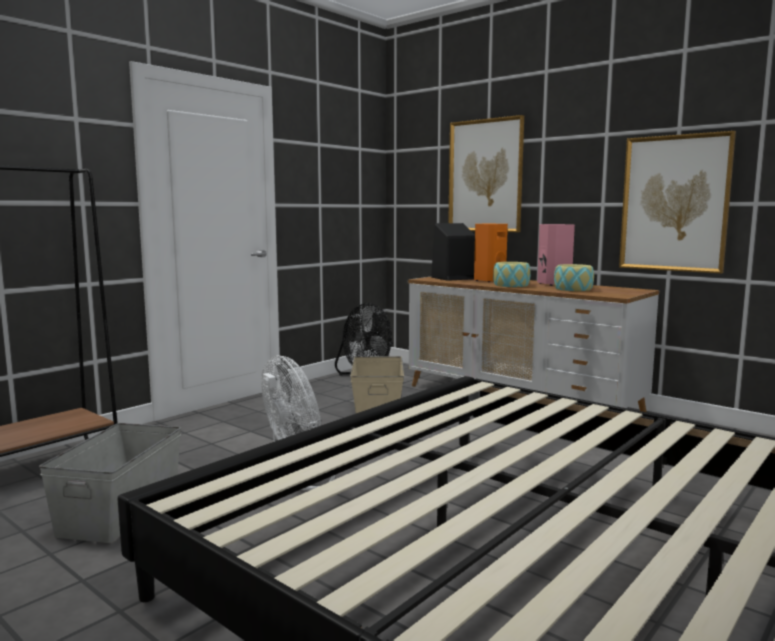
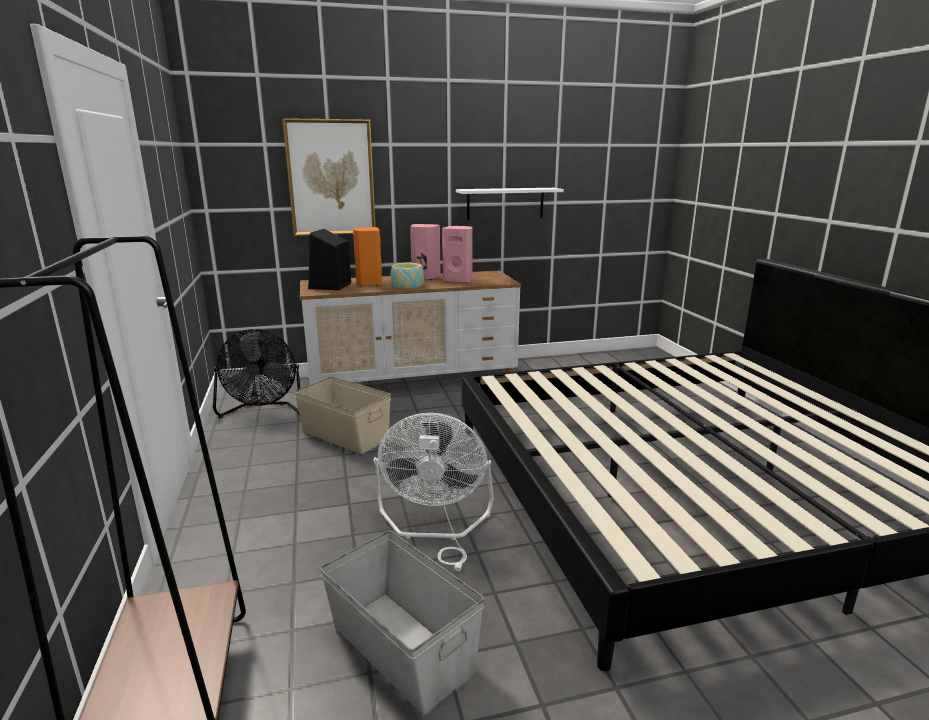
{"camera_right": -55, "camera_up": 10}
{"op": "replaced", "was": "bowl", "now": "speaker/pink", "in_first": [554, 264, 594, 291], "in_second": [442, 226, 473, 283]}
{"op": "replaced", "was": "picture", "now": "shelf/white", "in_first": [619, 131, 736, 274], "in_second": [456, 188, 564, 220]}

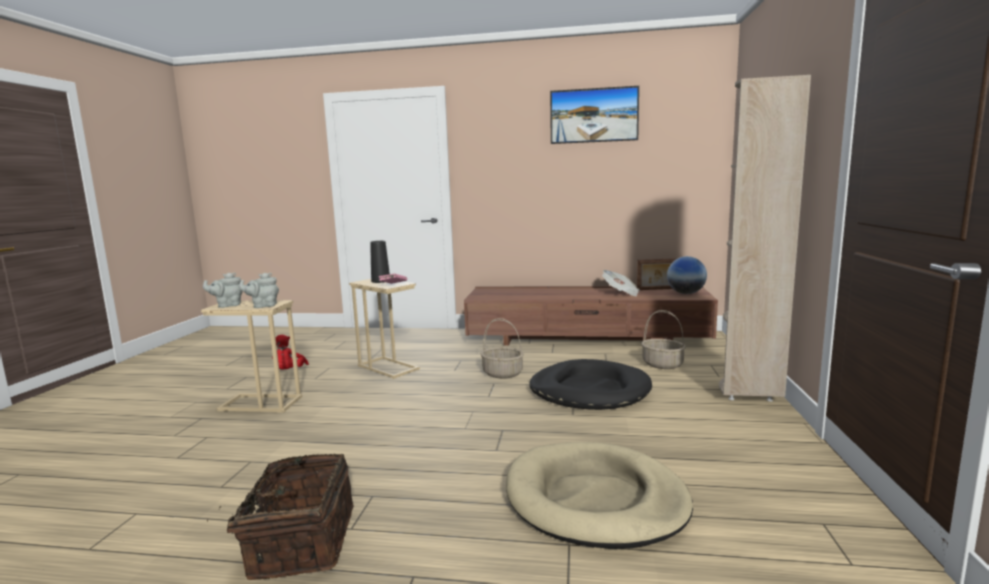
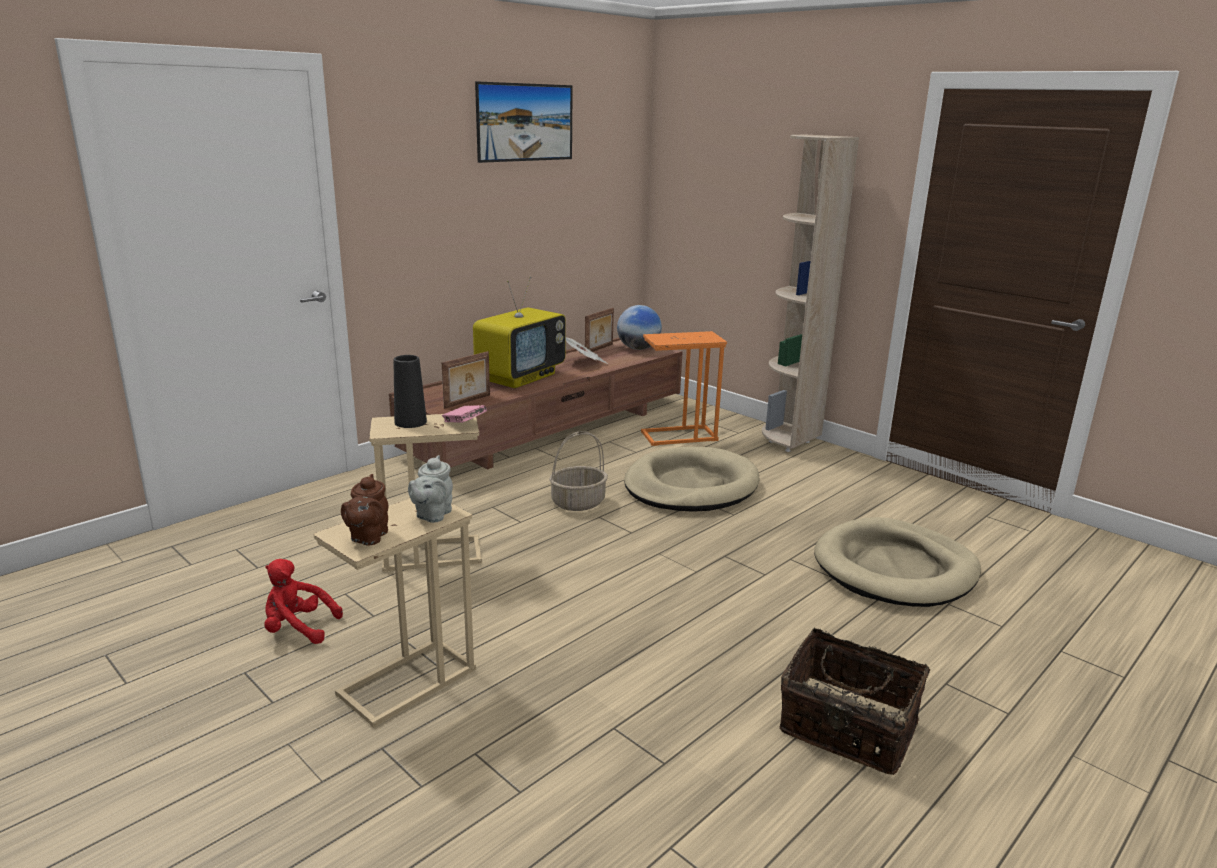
{"camera_right": -55, "camera_up": 10}
{"op": "recoloured", "was": "teapot/grey", "now": "teapot/brown", "in_first": [203, 273, 243, 308], "in_second": [341, 474, 388, 546]}
{"op": "turned", "was": "plush toy/red", "in_first": [272, 335, 309, 370], "in_second": [264, 559, 343, 644], "clockwise": 150}
{"op": "recoloured", "was": "dog bed/black", "now": "dog bed/beige", "in_first": [529, 359, 652, 410], "in_second": [624, 447, 759, 512]}
{"op": "replaced", "was": "basket", "now": "side table/orange", "in_first": [641, 310, 686, 369], "in_second": [641, 331, 727, 446]}
{"op": "added", "now": "picture frame", "in_second": [442, 351, 490, 409]}
{"op": "added", "now": "television", "in_second": [473, 277, 566, 388]}

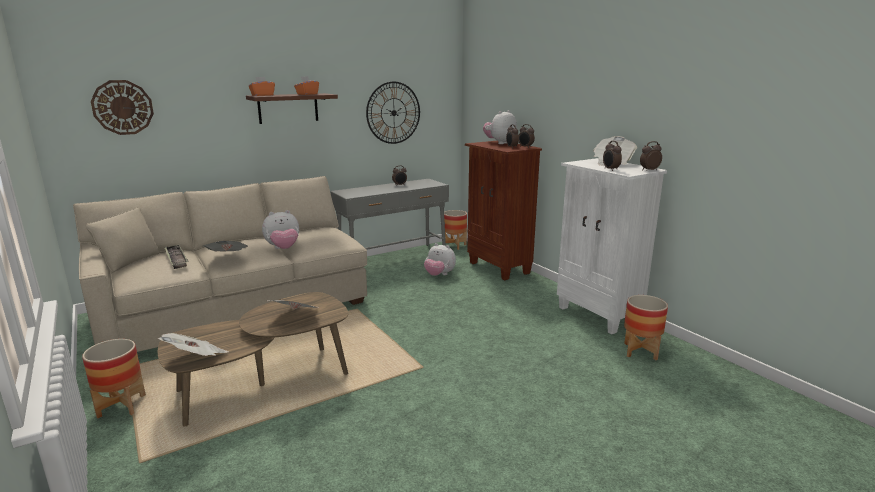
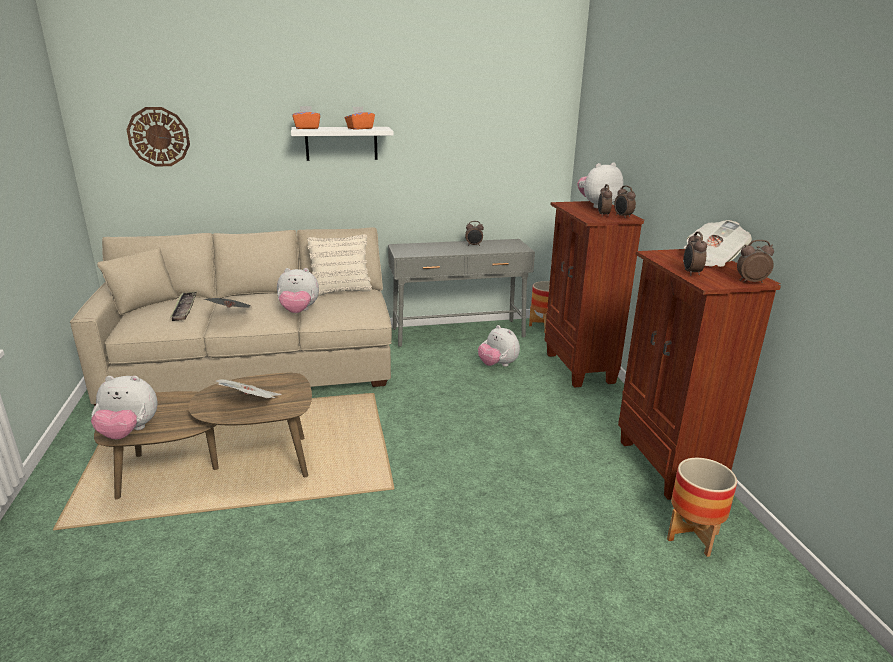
{"camera_right": 20, "camera_up": 5}
{"op": "removed", "was": "planter", "in_first": [82, 339, 146, 418]}
{"op": "replaced", "was": "newspaper", "now": "plush toy", "in_first": [158, 333, 229, 356], "in_second": [91, 376, 157, 440]}
{"op": "recoloured", "was": "shelf/brown", "now": "shelf/white", "in_first": [246, 93, 338, 124], "in_second": [291, 127, 393, 161]}
{"op": "removed", "was": "wall clock", "in_first": [366, 81, 420, 144]}
{"op": "recoloured", "was": "cabinet/white", "now": "cabinet/brown", "in_first": [557, 158, 667, 334], "in_second": [618, 249, 781, 500]}
{"op": "added", "now": "pillow/beige", "in_second": [307, 234, 372, 296]}

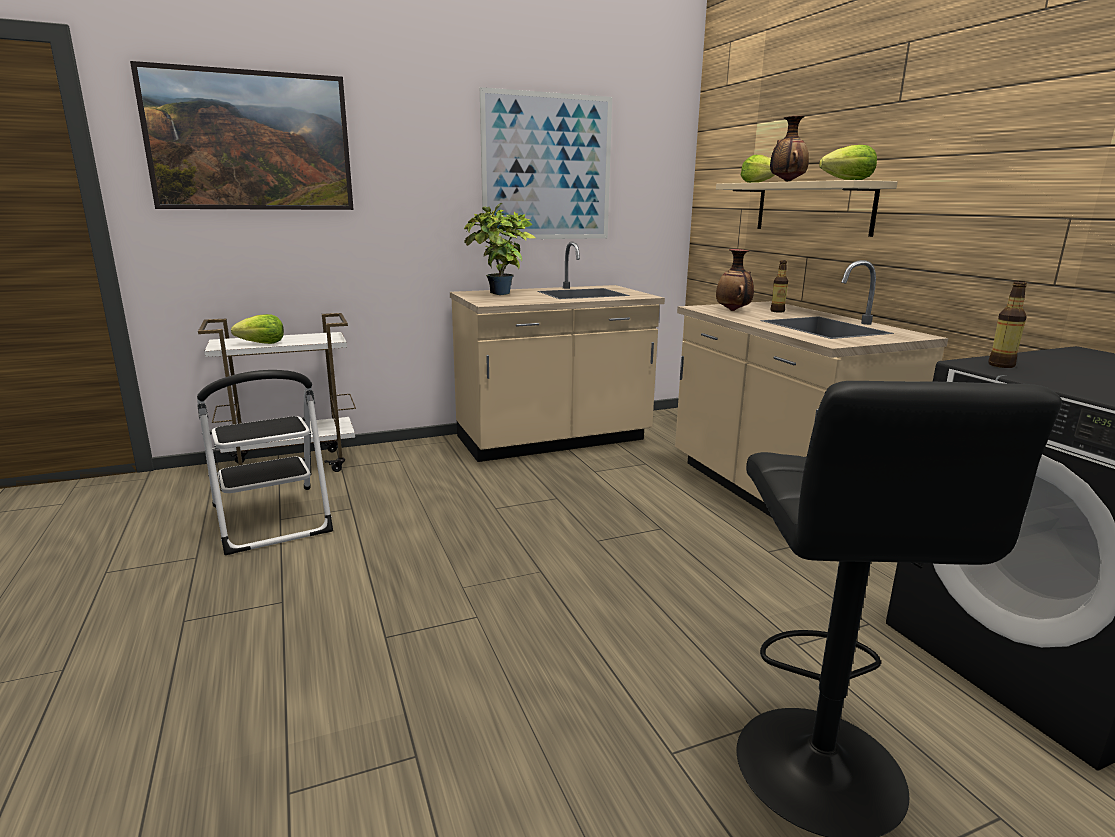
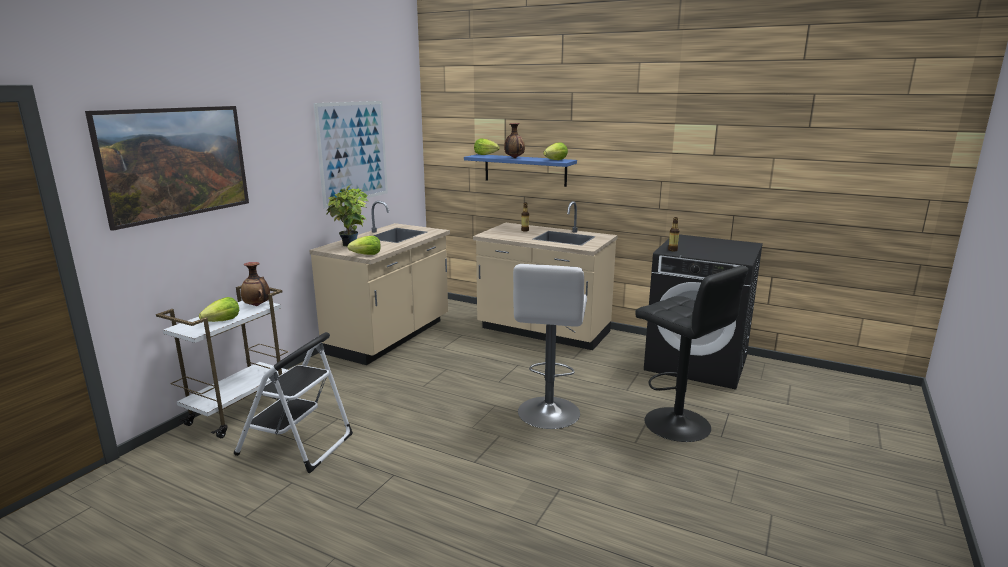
{"camera_right": -40, "camera_up": 0}
{"op": "recoloured", "was": "shelf/beige", "now": "shelf/blue", "in_first": [716, 180, 898, 237], "in_second": [464, 154, 577, 187]}
{"op": "moved", "was": "vase", "in_first": [716, 249, 754, 311], "in_second": [241, 262, 270, 306]}
{"op": "added", "now": "lettuce", "in_second": [348, 236, 381, 255]}
{"op": "added", "now": "stool/white", "in_second": [513, 264, 587, 429]}

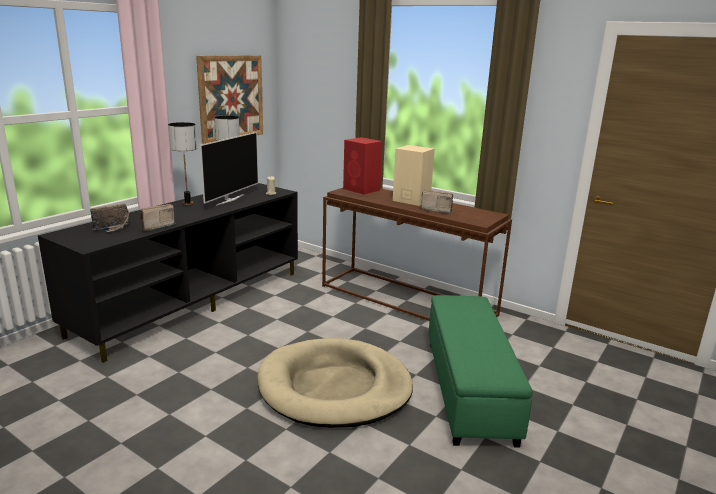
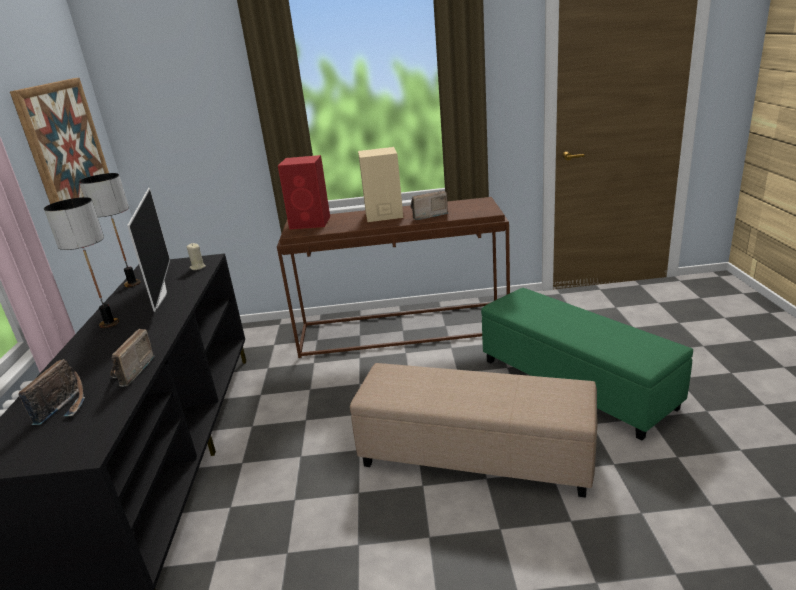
{"camera_right": -35, "camera_up": 5}
{"op": "replaced", "was": "dog bed/beige", "now": "ottoman/beige", "in_first": [257, 338, 413, 428], "in_second": [350, 363, 598, 498]}

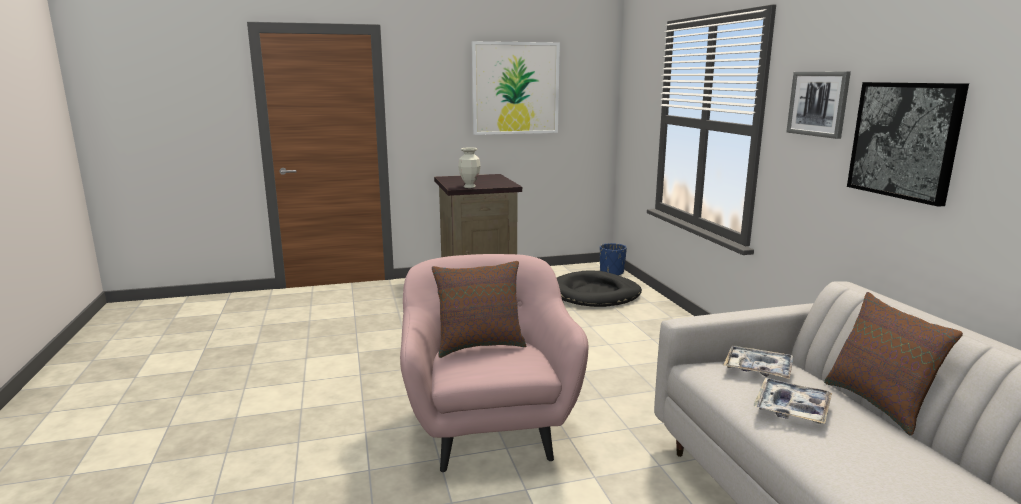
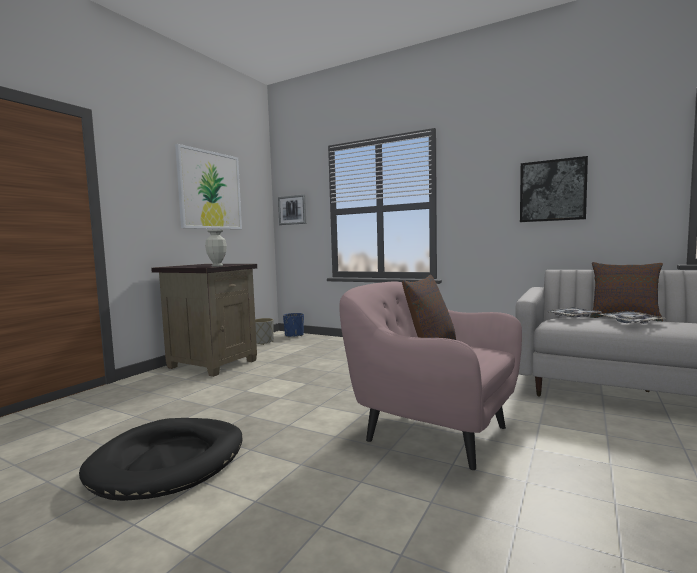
{"camera_right": -45, "camera_up": -10}
{"op": "moved", "was": "dog bed/black", "in_first": [557, 270, 642, 307], "in_second": [79, 418, 242, 501]}
{"op": "moved", "was": "picture", "in_first": [786, 71, 851, 139], "in_second": [278, 195, 306, 225]}
{"op": "added", "now": "planter/grey", "in_second": [255, 318, 274, 345]}

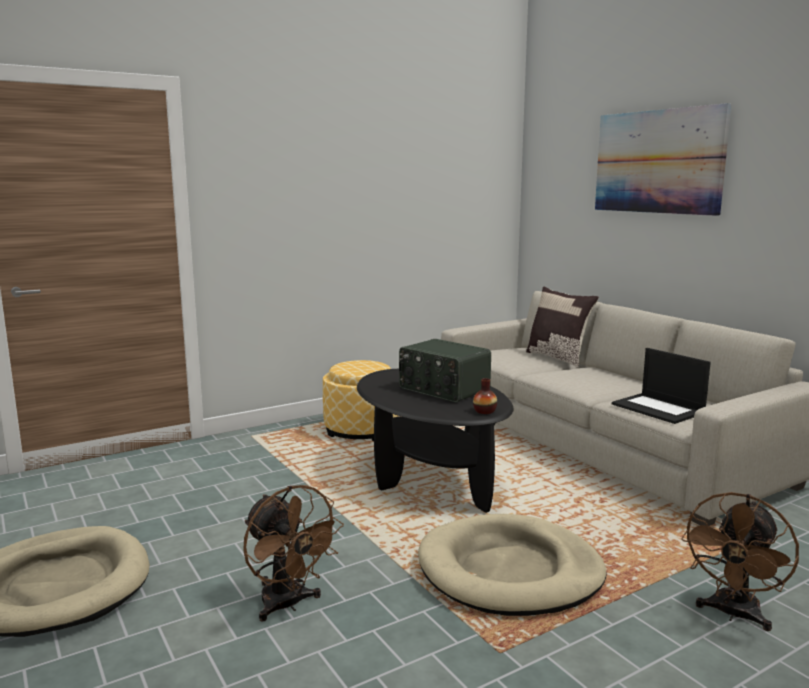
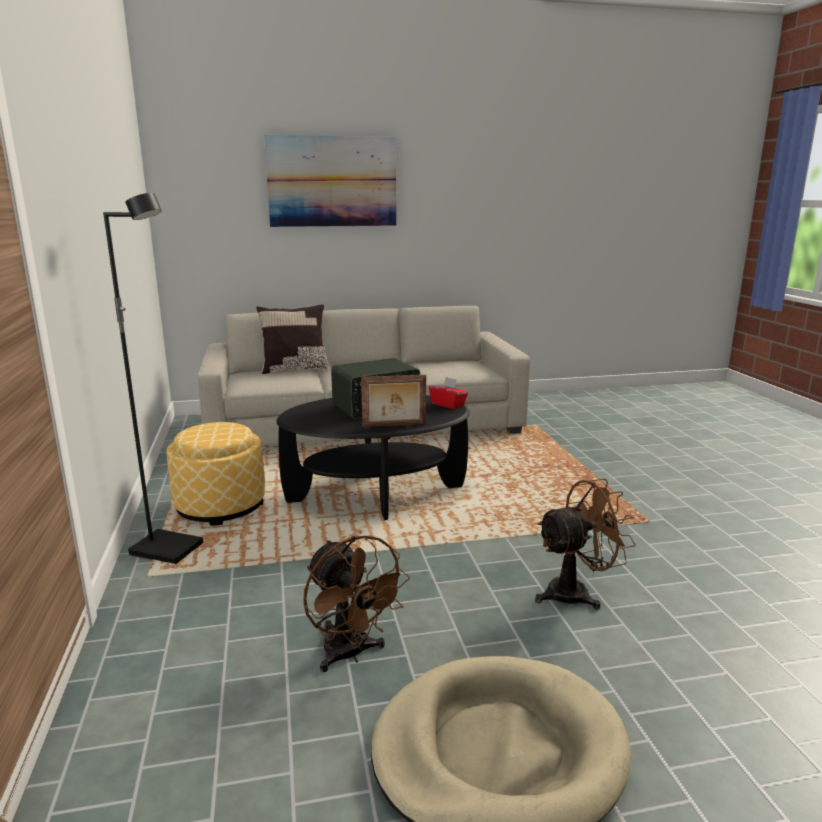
{"camera_right": -70, "camera_up": 5}
{"op": "removed", "was": "dog bed/beige", "in_first": [418, 514, 607, 616]}
{"op": "replaced", "was": "vase", "now": "tissue box/red", "in_first": [473, 378, 497, 414], "in_second": [429, 377, 468, 409]}
{"op": "removed", "was": "laptop", "in_first": [612, 348, 711, 424]}
{"op": "moved", "was": "fan/brown", "in_first": [681, 492, 799, 631], "in_second": [303, 536, 410, 672]}
{"op": "added", "now": "floor lamp/black", "in_second": [103, 193, 203, 564]}
{"op": "added", "now": "picture frame", "in_second": [361, 375, 426, 427]}

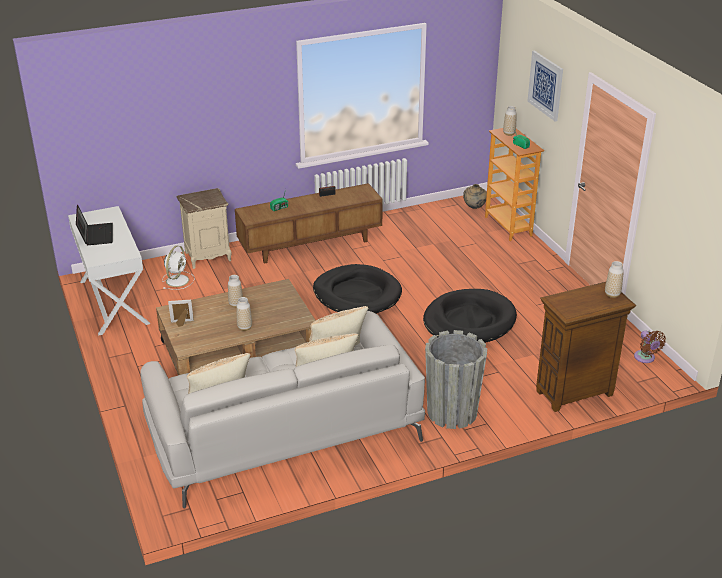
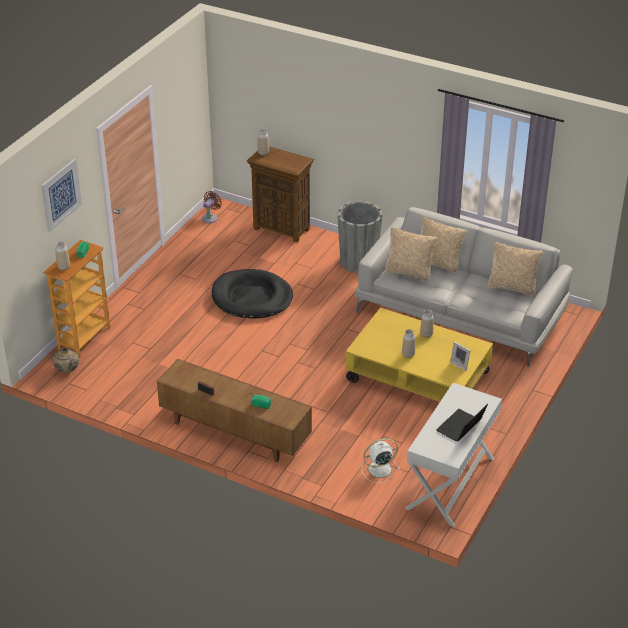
{"camera_right": -130, "camera_up": 5}
{"op": "recoloured", "was": "coffee table/brown", "now": "coffee table/yellow", "in_first": [156, 279, 316, 375], "in_second": [345, 307, 493, 402]}
{"op": "removed", "was": "nightstand/beige", "in_first": [177, 188, 232, 269]}
{"op": "removed", "was": "dog bed/black", "in_first": [313, 264, 402, 314]}

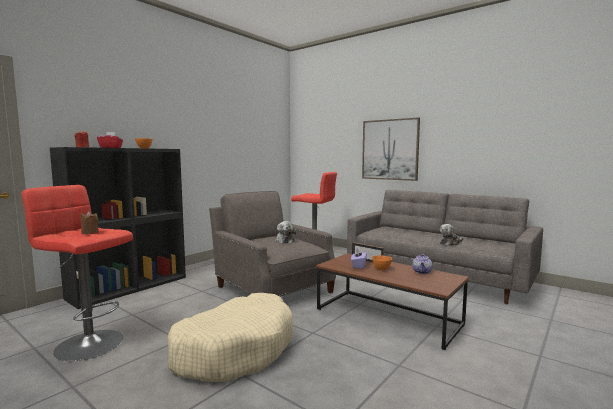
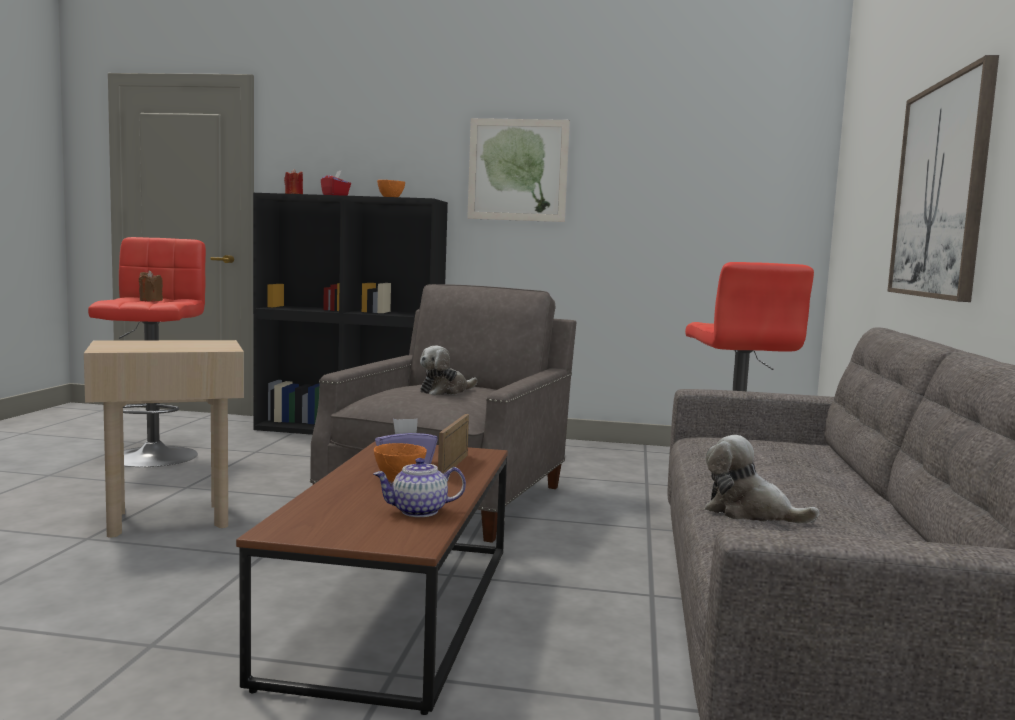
{"camera_right": 60, "camera_up": 0}
{"op": "replaced", "was": "dog bed/beige", "now": "side table/beige", "in_first": [167, 293, 293, 382], "in_second": [84, 340, 244, 538]}
{"op": "added", "now": "picture", "in_second": [467, 118, 570, 222]}

